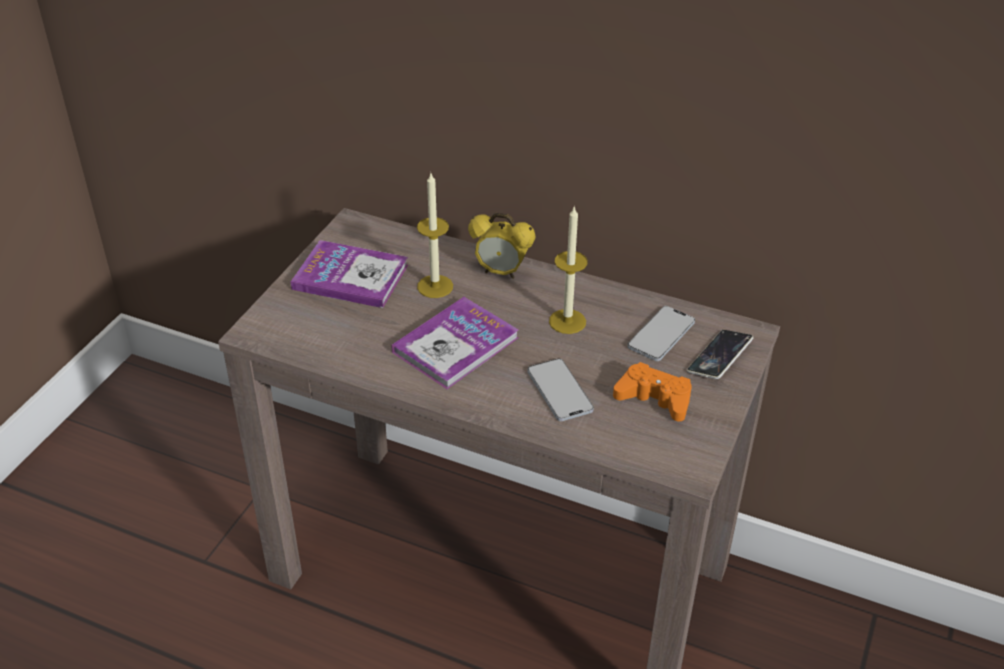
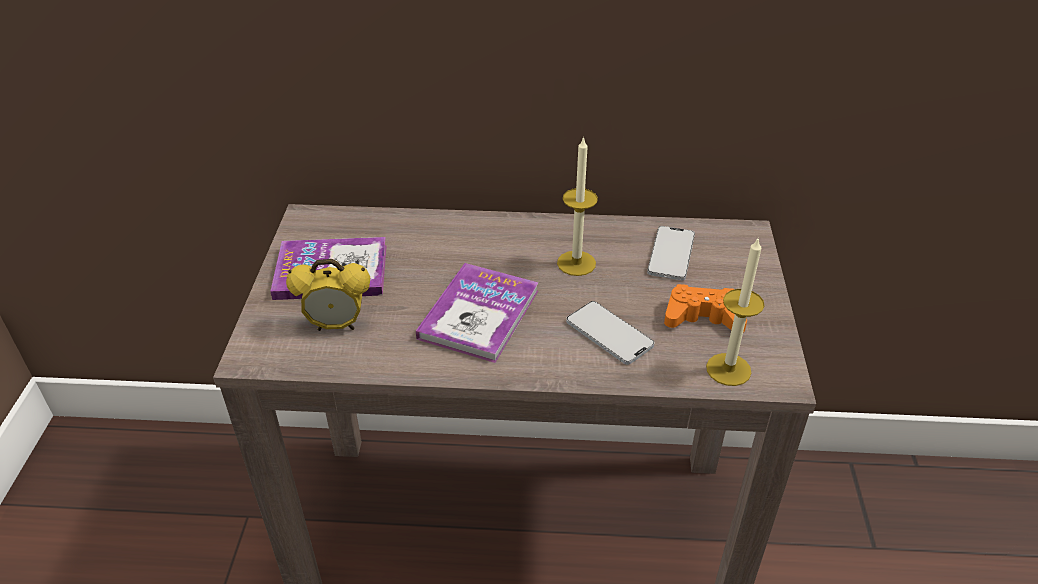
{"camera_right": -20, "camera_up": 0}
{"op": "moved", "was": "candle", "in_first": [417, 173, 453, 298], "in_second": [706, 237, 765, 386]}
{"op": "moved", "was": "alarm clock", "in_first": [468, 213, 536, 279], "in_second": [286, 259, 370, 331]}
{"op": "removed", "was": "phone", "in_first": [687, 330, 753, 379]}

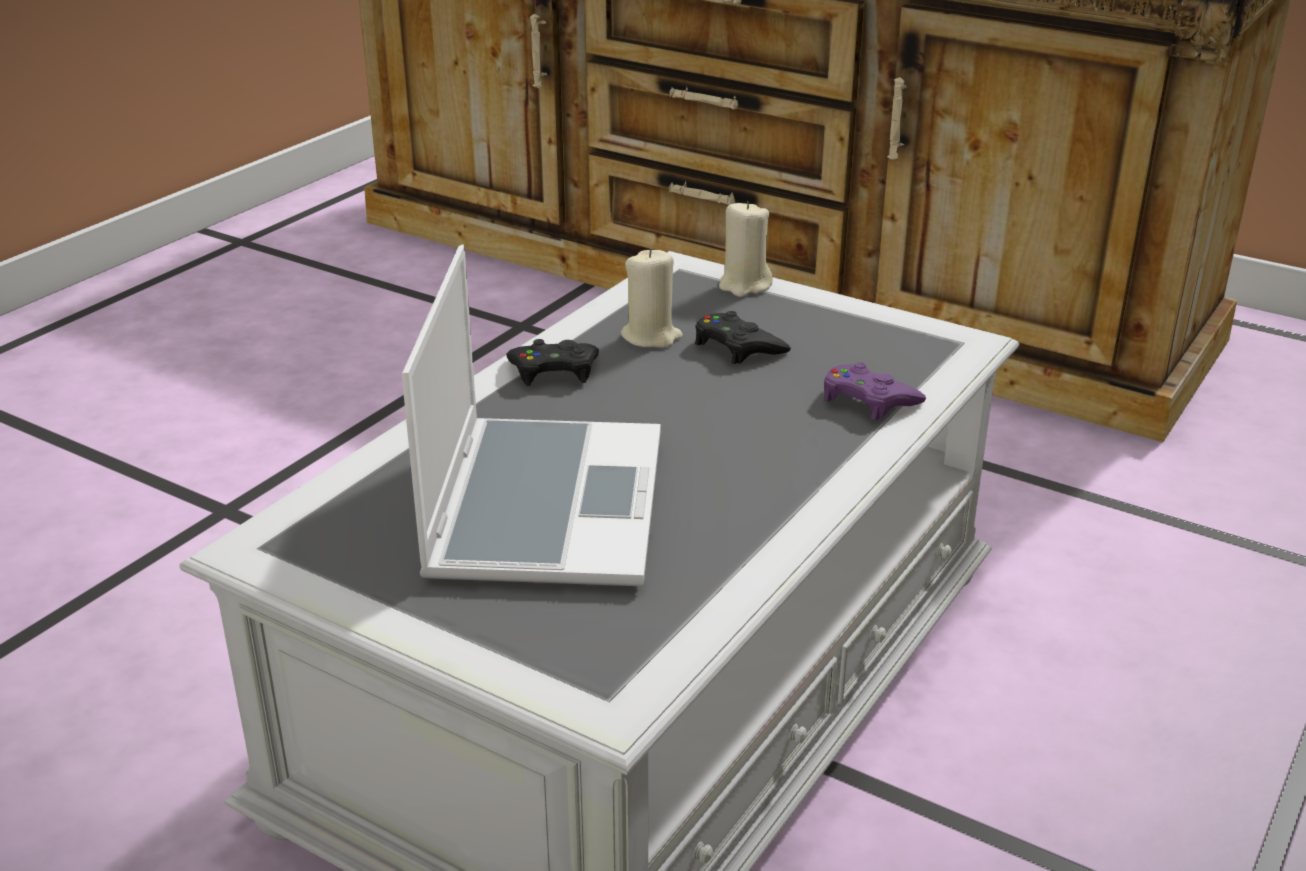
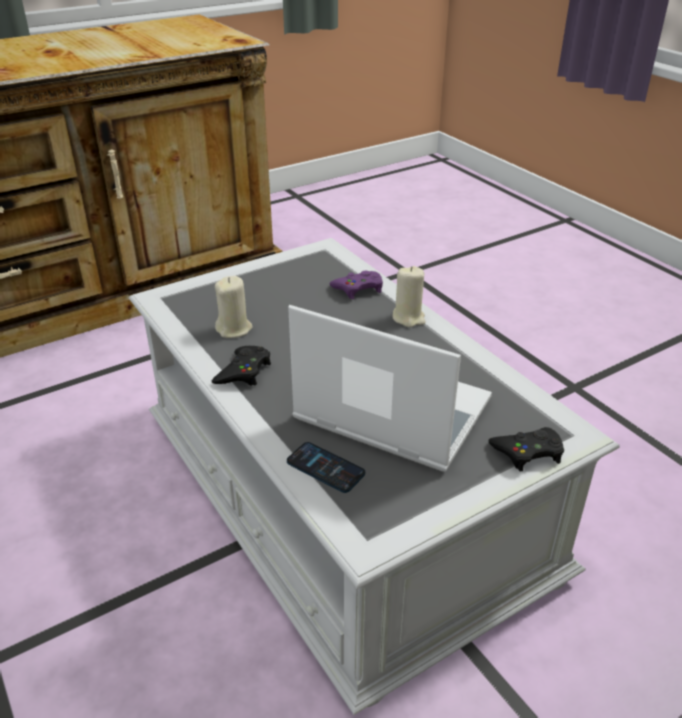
{"camera_right": -65, "camera_up": 5}
{"op": "moved", "was": "game controller/black", "in_first": [695, 311, 791, 364], "in_second": [488, 427, 564, 472]}
{"op": "moved", "was": "candle/beige", "in_first": [719, 201, 773, 297], "in_second": [393, 266, 426, 327]}
{"op": "added", "now": "phone", "in_second": [287, 442, 365, 493]}

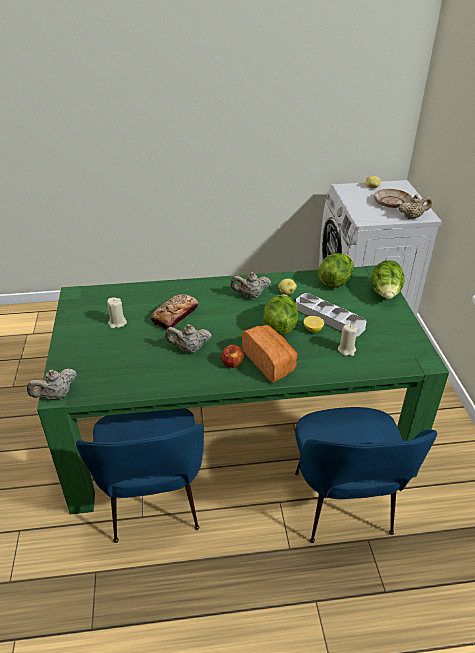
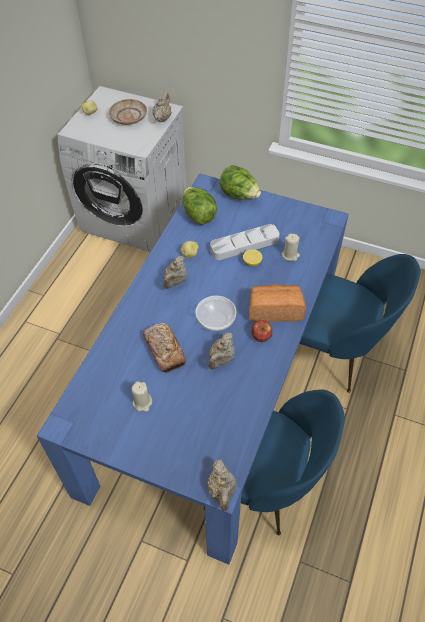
{"camera_right": -60, "camera_up": 15}
{"op": "recoloured", "was": "dining table/green", "now": "dining table/blue", "in_first": [37, 265, 449, 514], "in_second": [37, 173, 349, 565]}
{"op": "removed", "was": "lettuce", "in_first": [263, 294, 298, 335]}
{"op": "added", "now": "bowl", "in_second": [196, 296, 236, 331]}

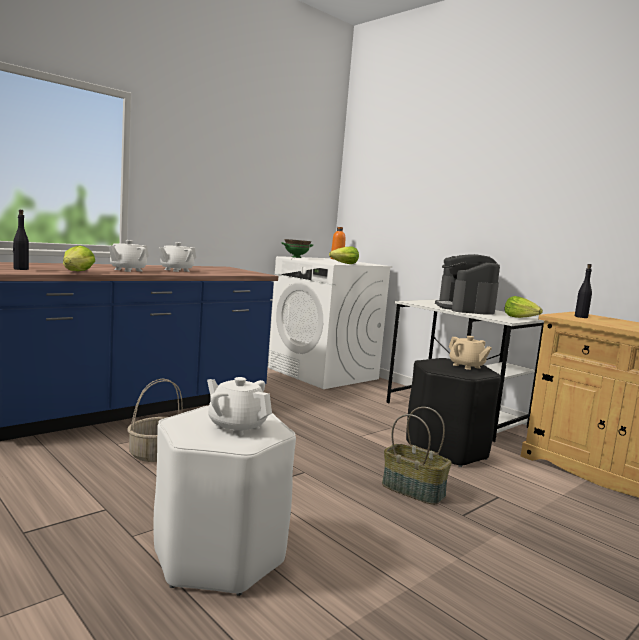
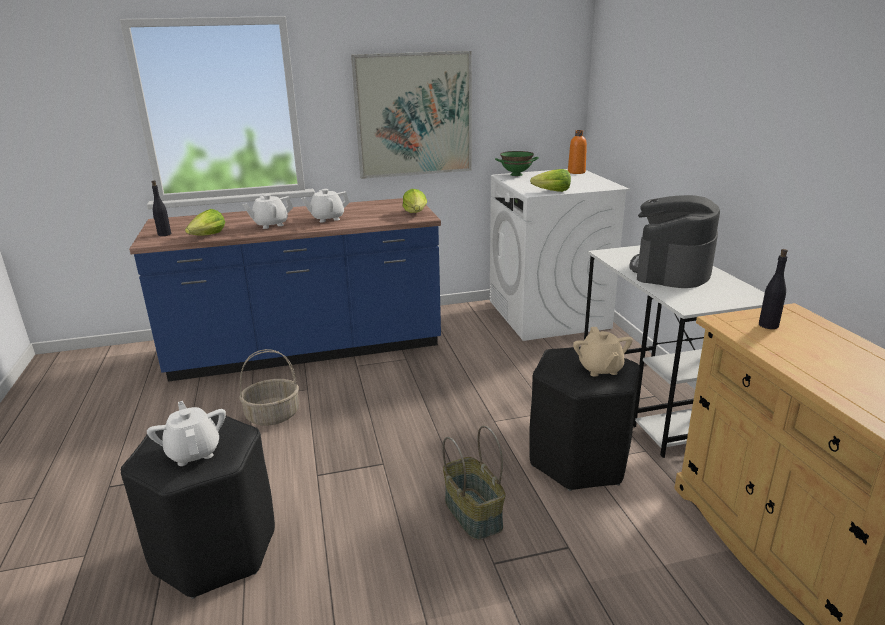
{"camera_right": 30, "camera_up": 15}
{"op": "recoloured", "was": "stool/white", "now": "stool/black", "in_first": [153, 406, 296, 596], "in_second": [121, 415, 275, 599]}
{"op": "moved", "was": "lettuce", "in_first": [505, 296, 543, 318], "in_second": [403, 189, 427, 213]}
{"op": "added", "now": "picture", "in_second": [351, 51, 472, 179]}

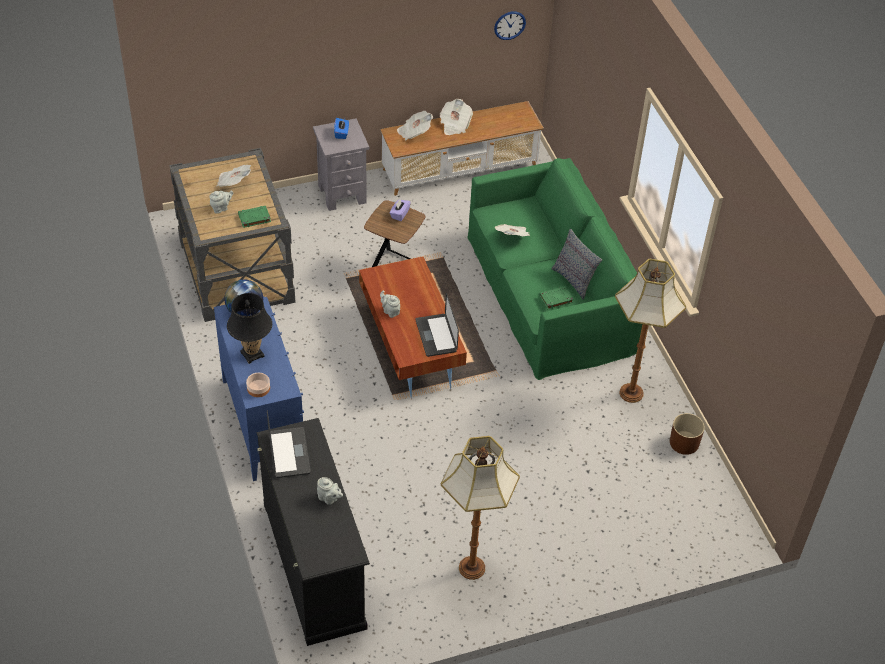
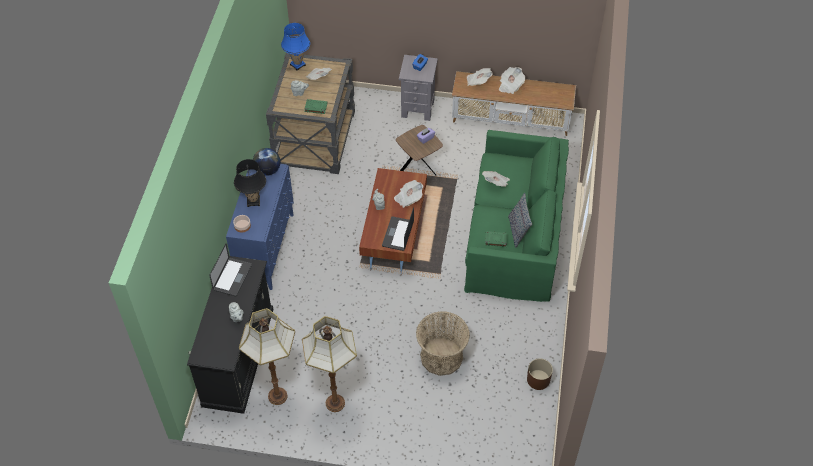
{"camera_right": 30, "camera_up": 5}
{"op": "removed", "was": "wall clock", "in_first": [494, 11, 526, 40]}
{"op": "moved", "was": "floor lamp", "in_first": [615, 259, 686, 403], "in_second": [239, 308, 295, 405]}
{"op": "added", "now": "table lamp/blue", "in_second": [281, 23, 310, 71]}
{"op": "added", "now": "newspaper", "in_second": [394, 180, 424, 208]}
{"op": "added", "now": "basket", "in_second": [416, 311, 470, 376]}

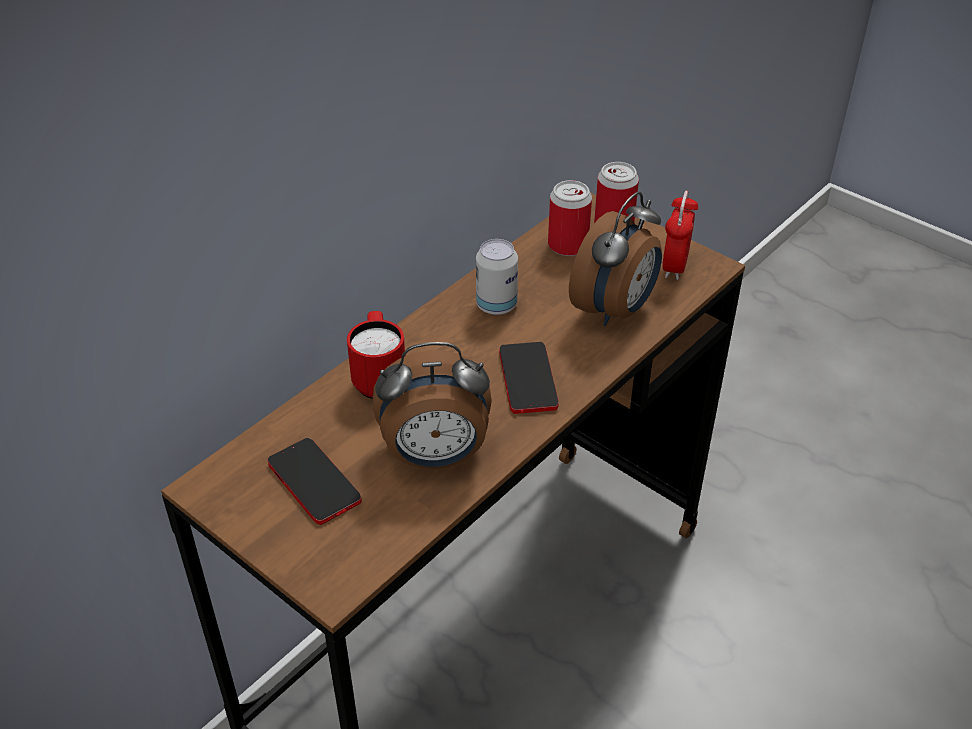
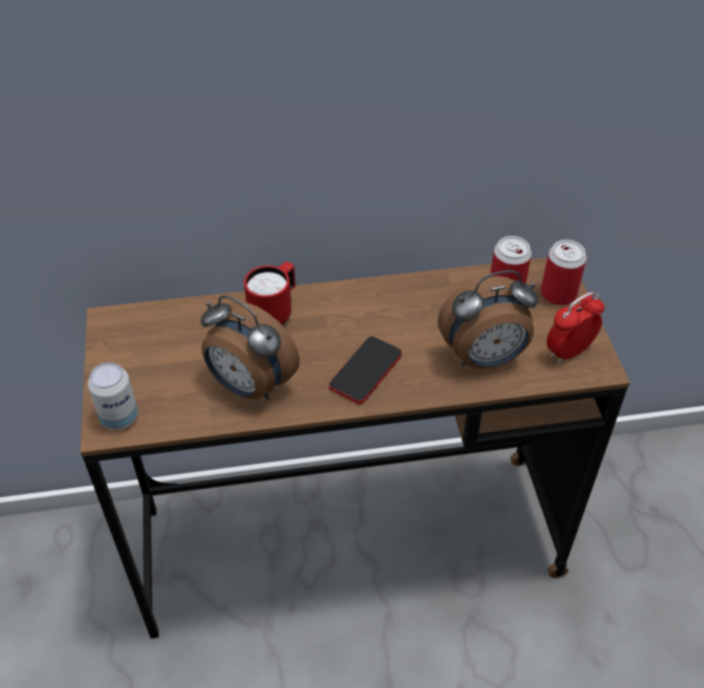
{"camera_right": 40, "camera_up": 5}
{"op": "removed", "was": "phone", "in_first": [268, 438, 362, 525]}
{"op": "moved", "was": "can", "in_first": [476, 239, 518, 315], "in_second": [88, 362, 138, 430]}

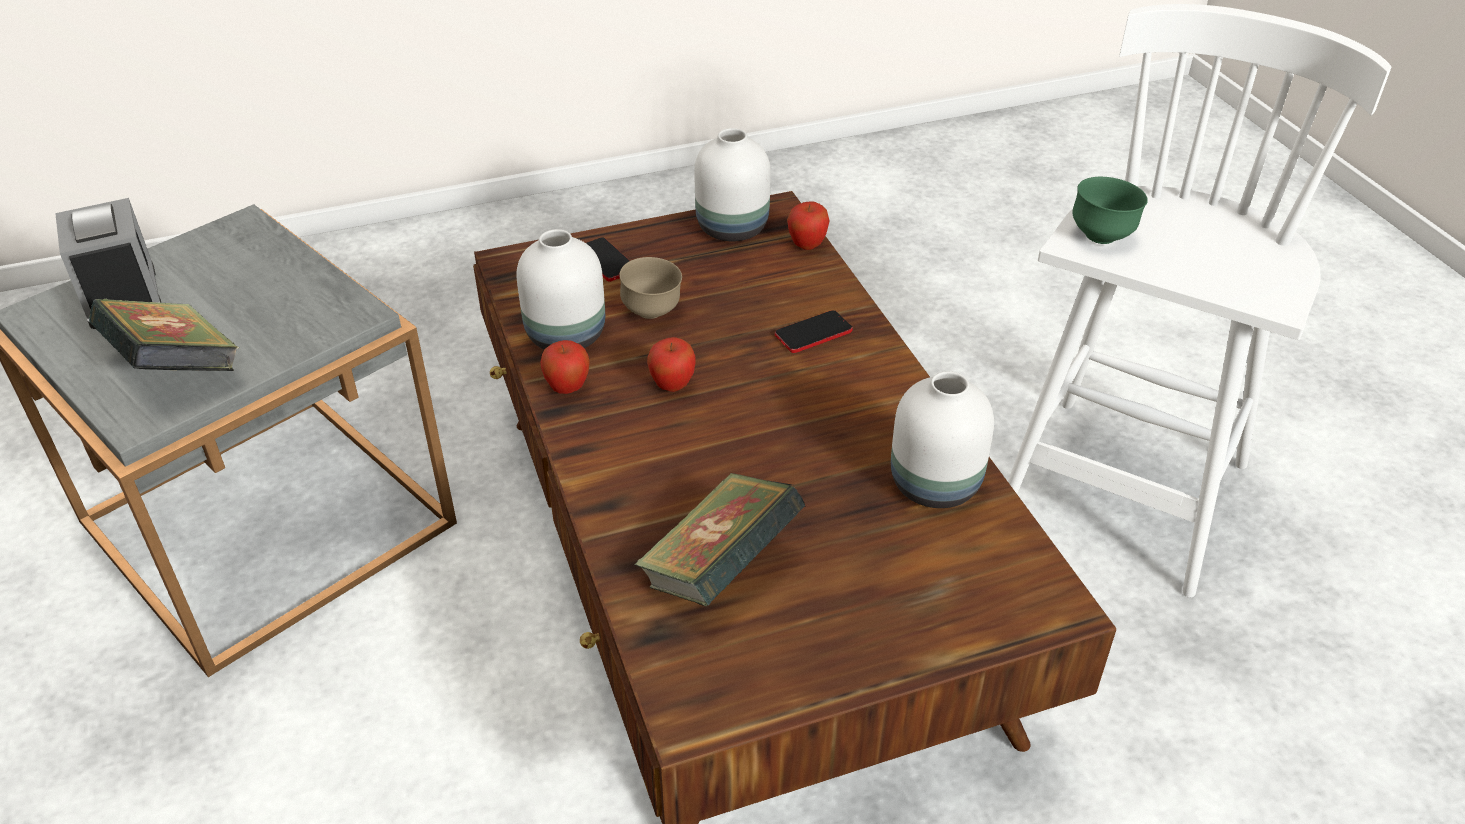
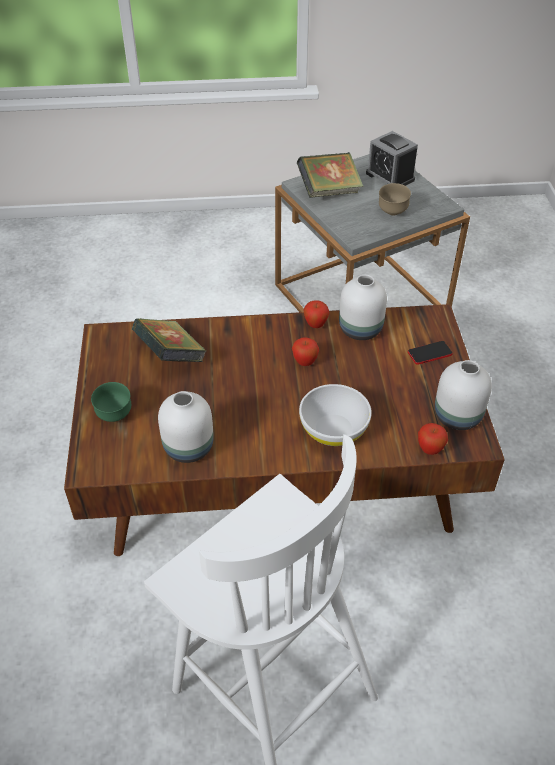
{"camera_right": 105, "camera_up": 5}
{"op": "turned", "was": "alarm clock", "in_first": [55, 198, 161, 329], "in_second": [366, 131, 418, 186], "clockwise": 60}
{"op": "moved", "was": "bowl/brown", "in_first": [619, 257, 682, 319], "in_second": [379, 183, 411, 215]}
{"op": "replaced", "was": "phone", "now": "bowl/white", "in_first": [775, 310, 853, 353], "in_second": [299, 384, 372, 446]}
{"op": "moved", "was": "bowl/green", "in_first": [1073, 177, 1148, 244], "in_second": [91, 382, 131, 422]}

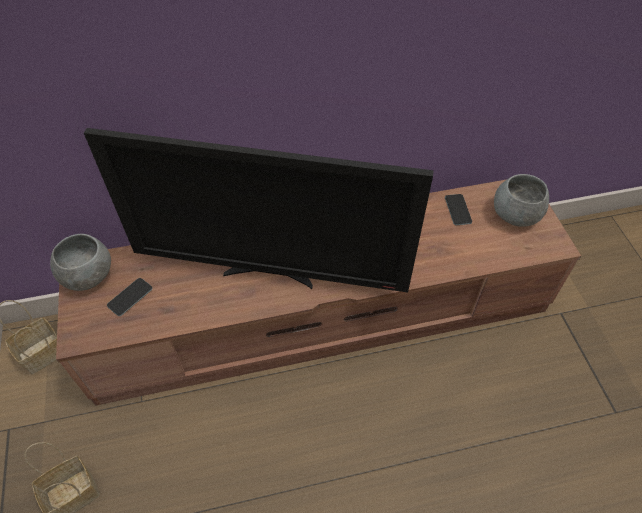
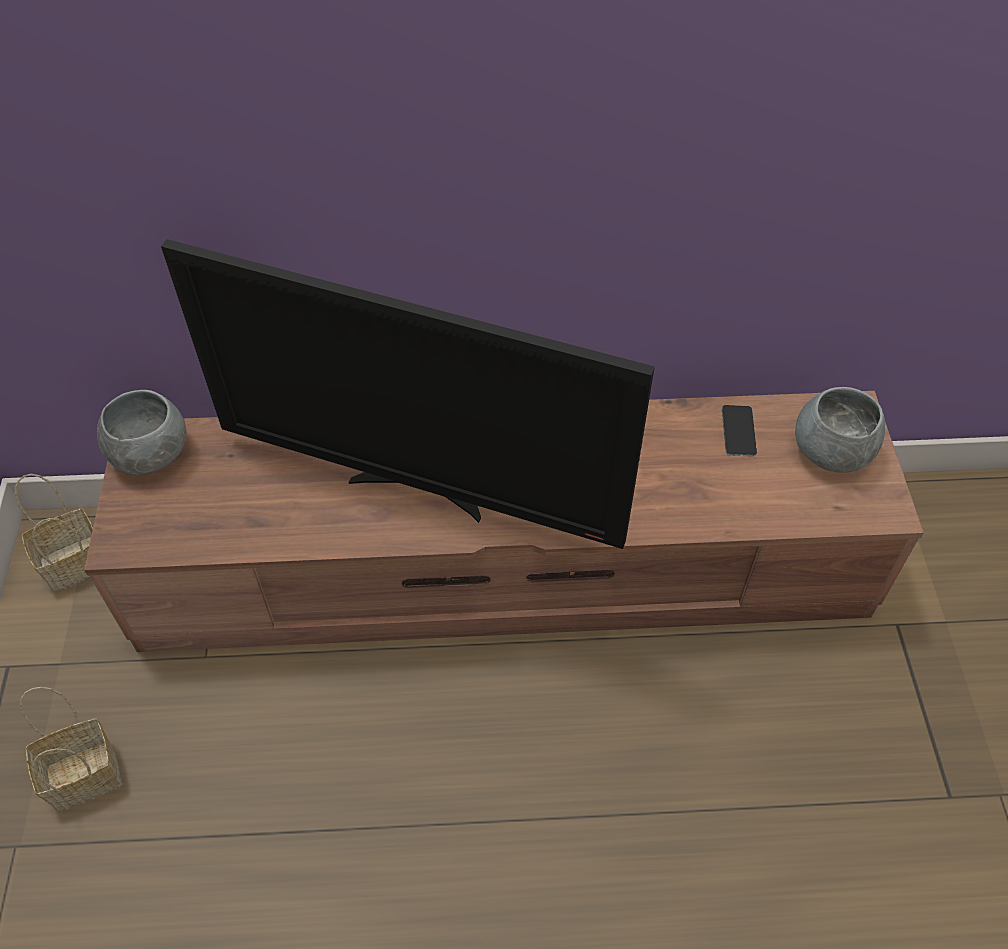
{"camera_right": 10, "camera_up": 0}
{"op": "removed", "was": "phone", "in_first": [107, 278, 152, 316]}

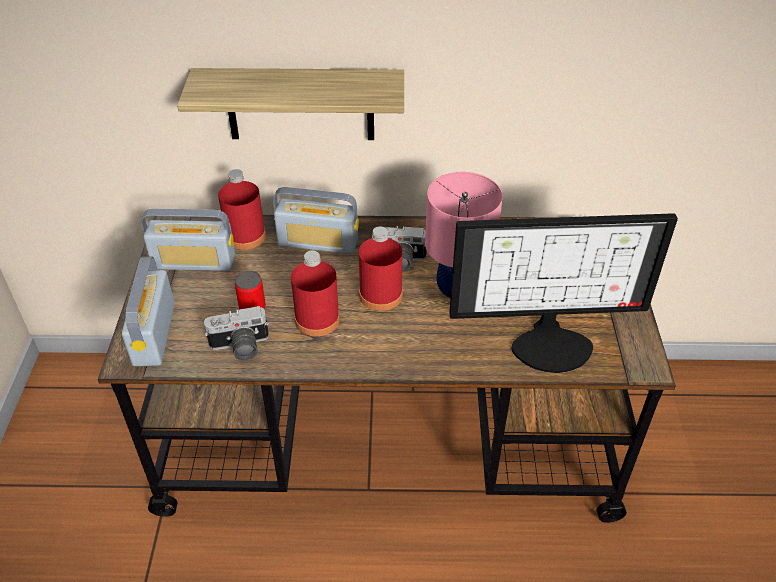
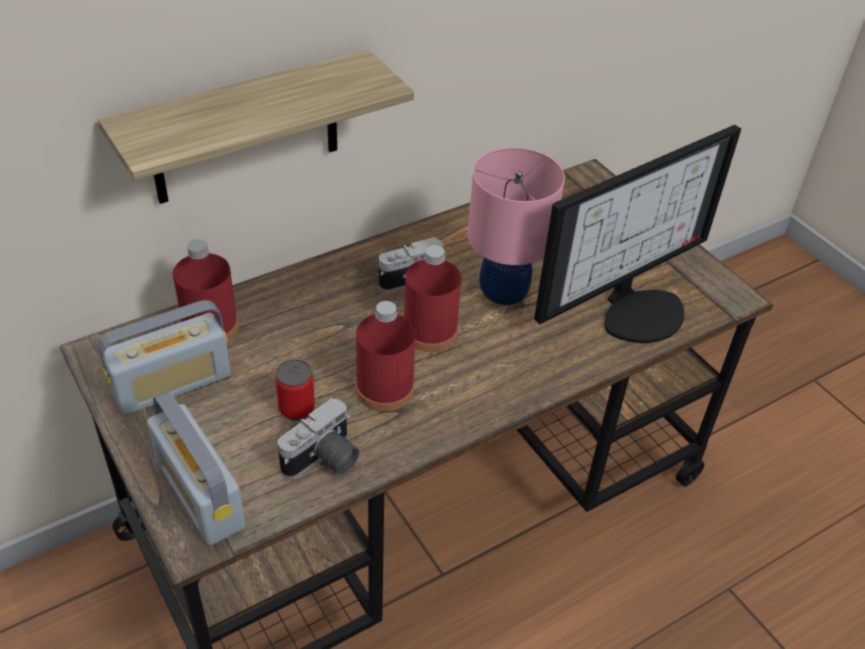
{"camera_right": -35, "camera_up": 0}
{"op": "removed", "was": "radio", "in_first": [273, 187, 359, 254]}

